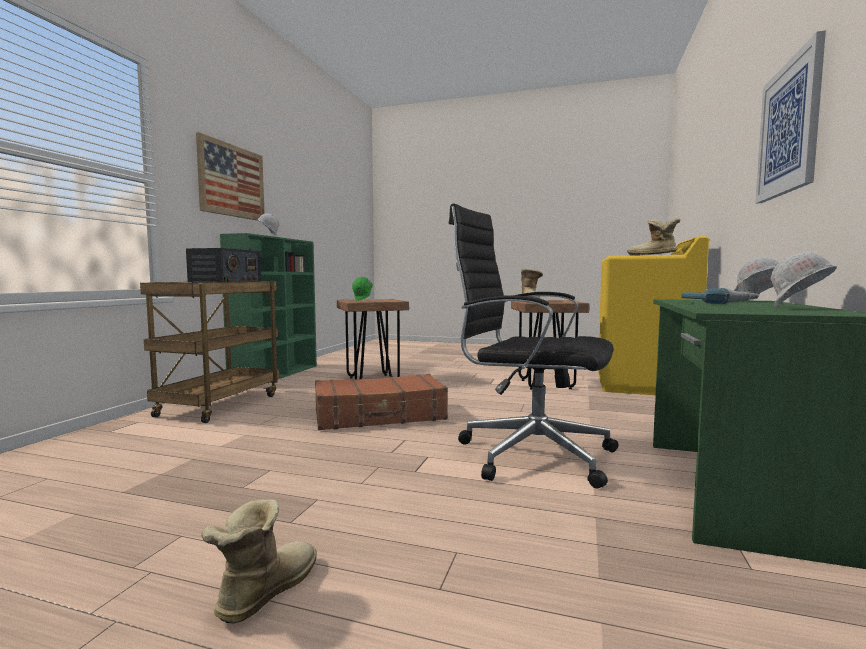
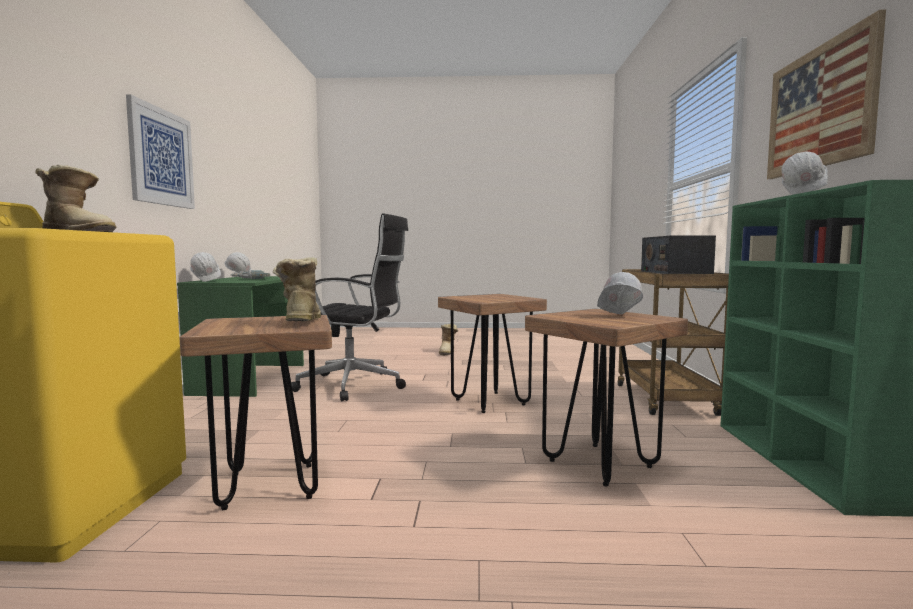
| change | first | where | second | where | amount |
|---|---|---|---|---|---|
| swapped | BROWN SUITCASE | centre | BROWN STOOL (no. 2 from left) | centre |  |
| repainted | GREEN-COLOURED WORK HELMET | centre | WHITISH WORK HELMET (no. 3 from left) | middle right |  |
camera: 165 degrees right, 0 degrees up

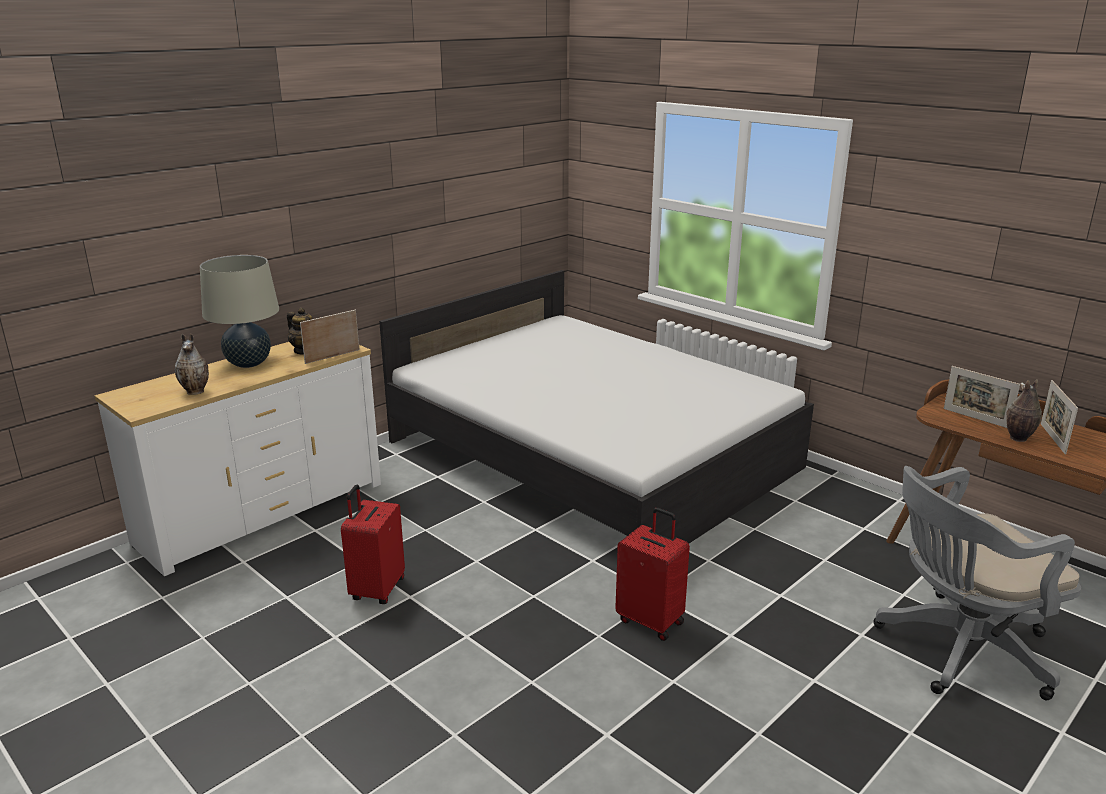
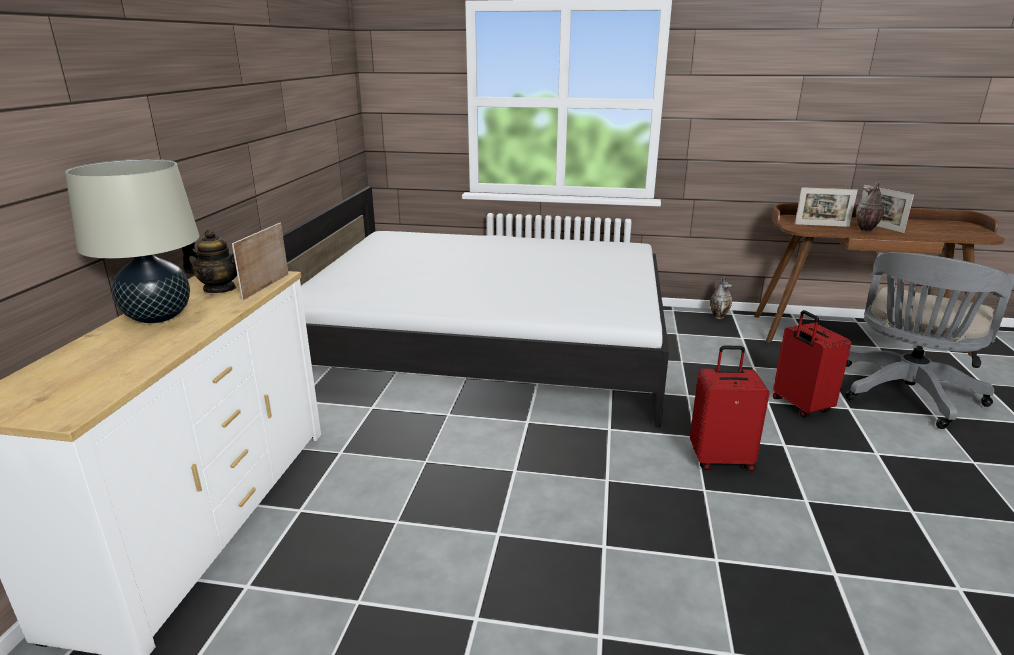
| change | first | where | second | where | amount |
|---|---|---|---|---|---|
| shifted | FLOWER VASE (no. 1 from left) | middle left |  | middle right |  |
| shifted | REDDISH SUITCASE (no. 1 from left in the first image) | bottom centre | REDDISH SUITCASE (no. 2 from left) | middle right |  |
camera: 35 degrees left, 0 degrees up

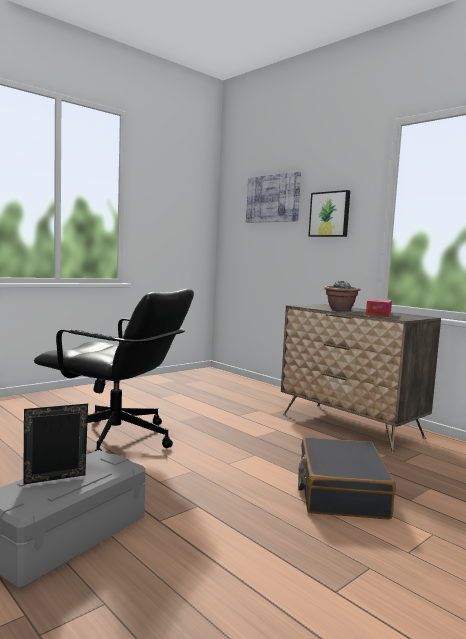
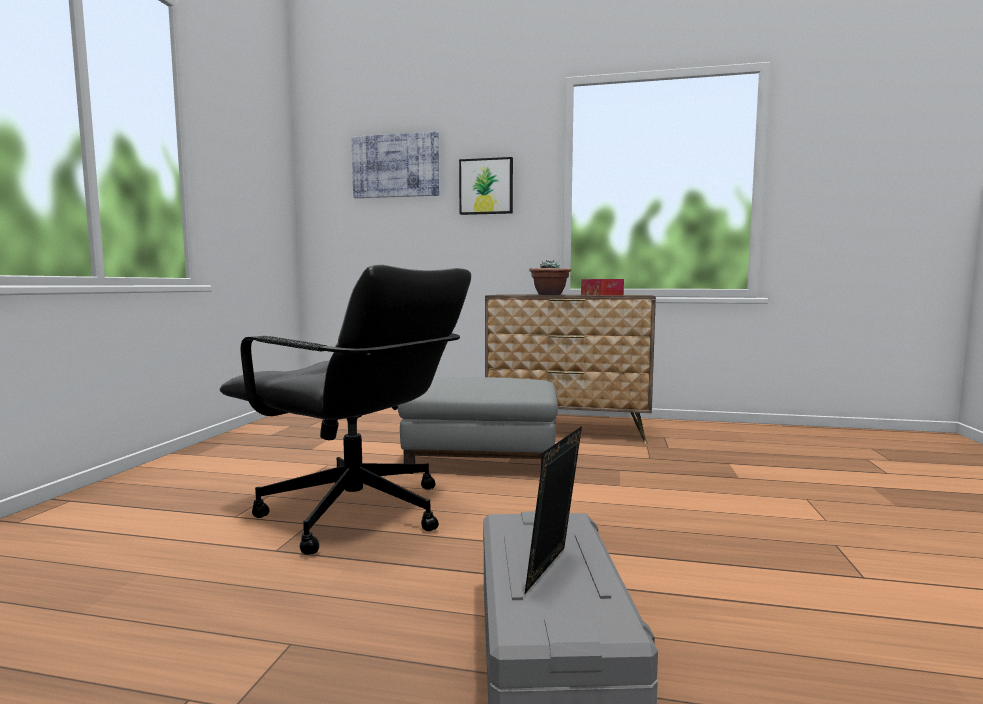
| change | first | where | second | where | amount |
|---|---|---|---|---|---|
| gone | BLACK-COLOURED SUITCASE | bottom right |  |  |  |
| new |  |  | GRAY FOOTREST | centre |  |
| rotated | BLACK-COLOURED DESK CHAIR | middle left |  | centre | 45 degrees clockwise |
camera: 35 degrees left, 0 degrees up

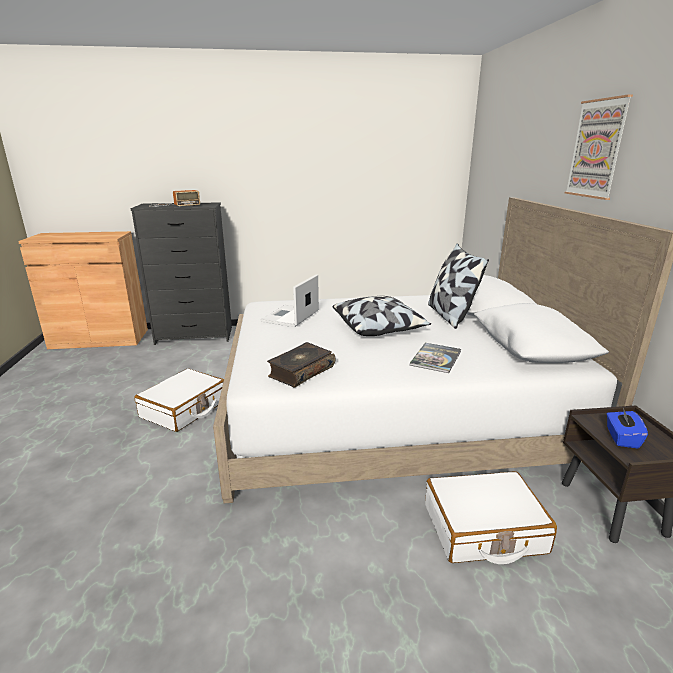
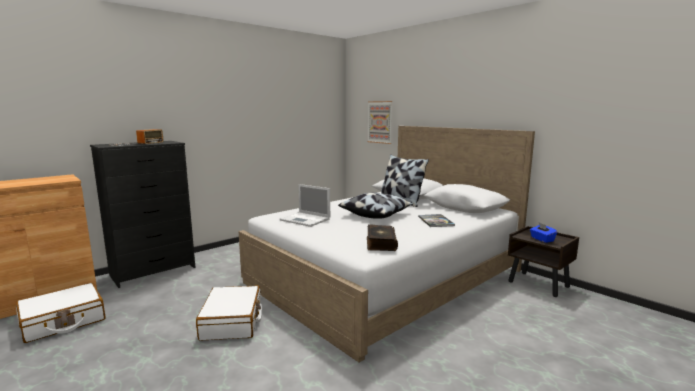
| change | first | where | second | where | amount |
|---|---|---|---|---|---|
| shifted | WHITISH SUITCASE (no. 2 from left in the first image) | bottom right | WHITISH SUITCASE (no. 1 from left) | bottom left |  |
| shifted | WALL ART | top right |  | top centre |  |
| rotated | NOTEBOOK COMPUTER | centre |  | centre | 45 degrees counterclockwise |
camera: 35 degrees left, 10 degrees down

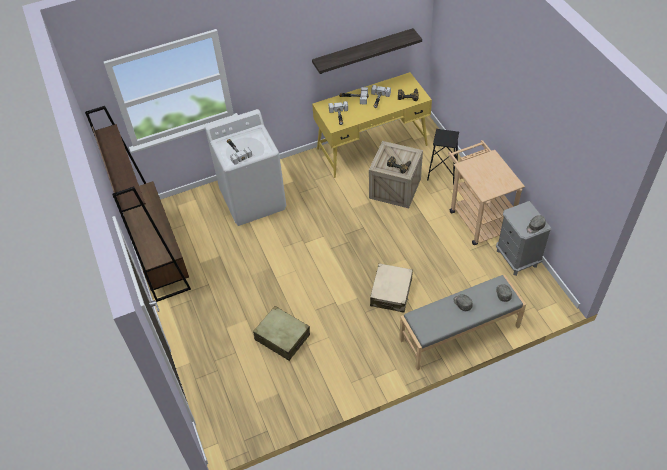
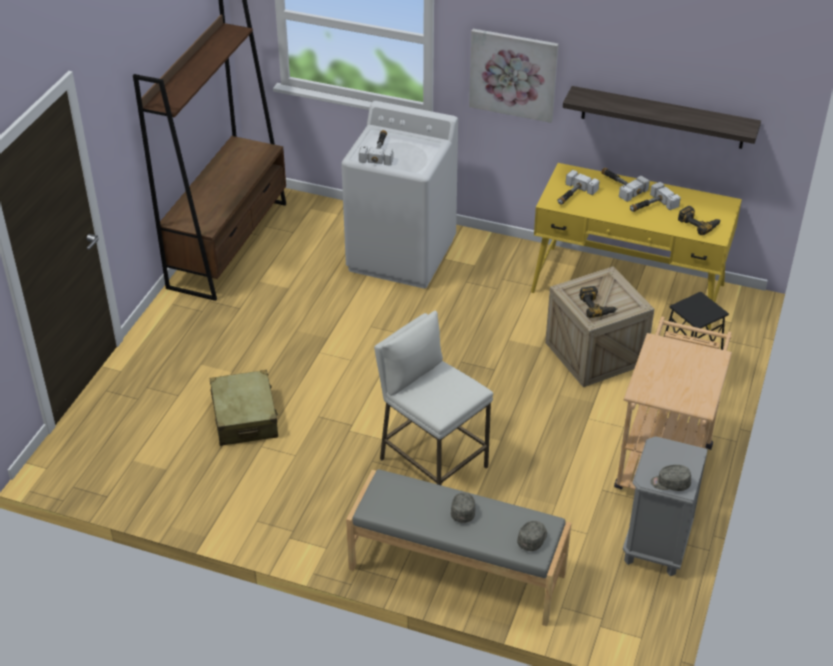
| change | first | where | second | where | amount |
|---|---|---|---|---|---|
| new |  |  | WALL ART | top centre |  |
| swapped | SAND-COLOURED SUITCASE (no. 2 from left) | centre | WHITISH STOOL | centre |  |
camera: 40 degrees right, 10 degrees down

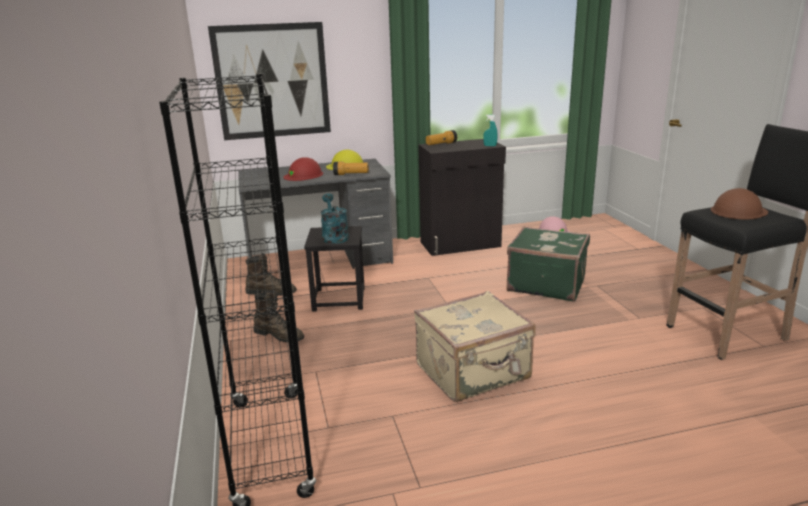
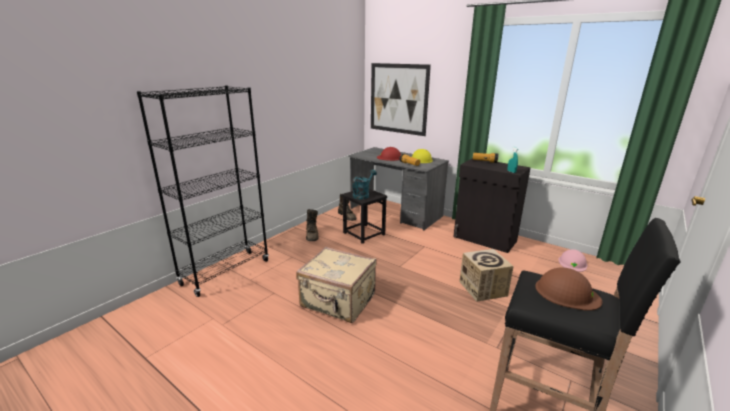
| change | first | where | second | where | amount |
|---|---|---|---|---|---|
| swapped | GREEN-COLOURED SUITCASE | middle right | CARTON | bottom centre |  |
camera: 50 degrees right, 0 degrees up

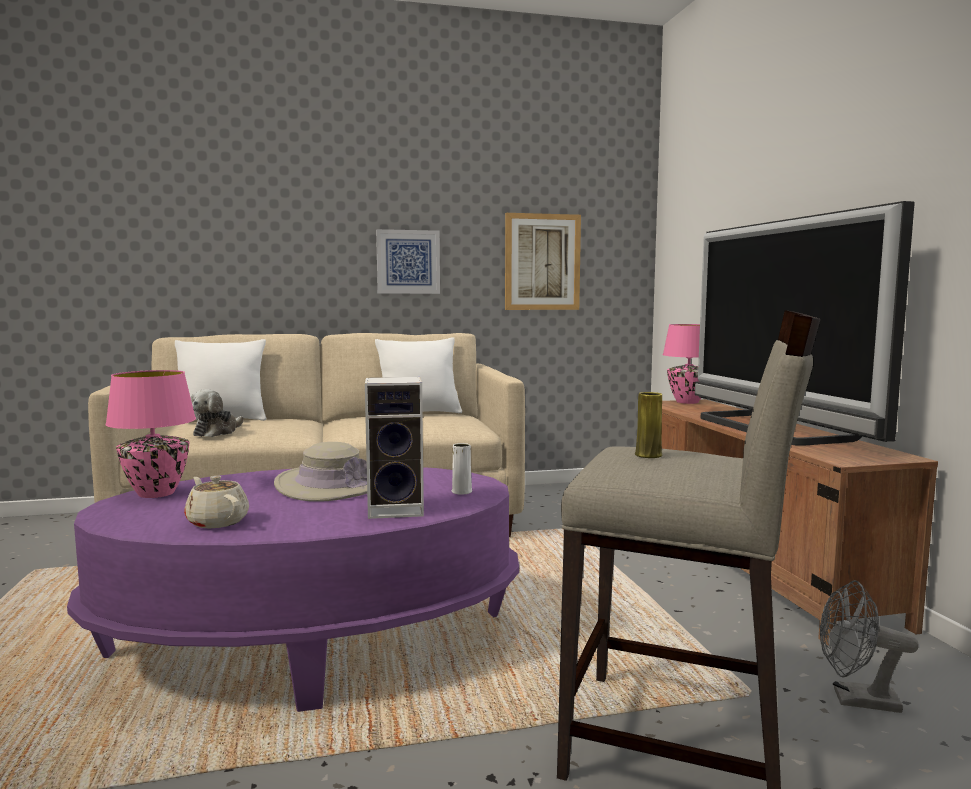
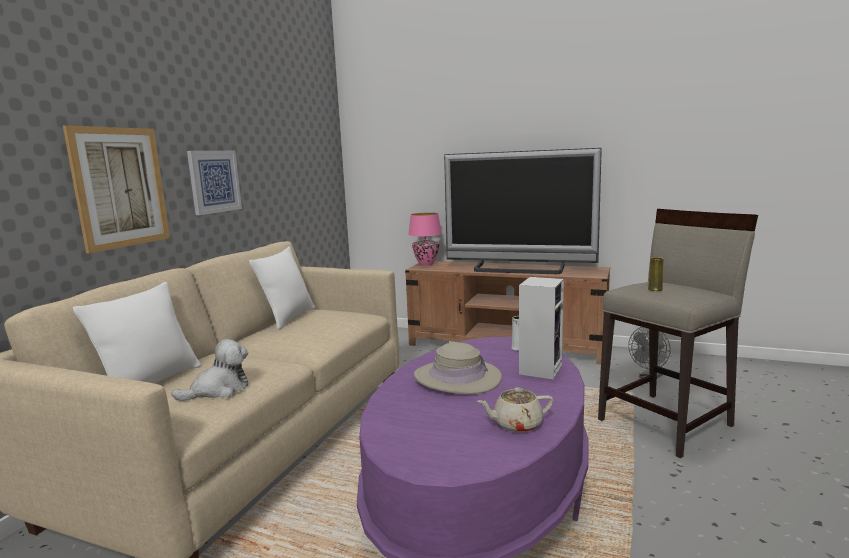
| change | first | where | second | where | amount |
|---|---|---|---|---|---|
| gone | PINK LAMP FOR A TABLE (no. 1 from left) | middle left |  |  |  |
| shifted | WALL ART (no. 2 from left in the first image) | top centre | WALL ART (no. 1 from left) | middle left |  |
| rotated | PLUSH TOY | middle left |  | middle left | 90 degrees counterclockwise |
camera: 55 degrees left, 5 degrees up

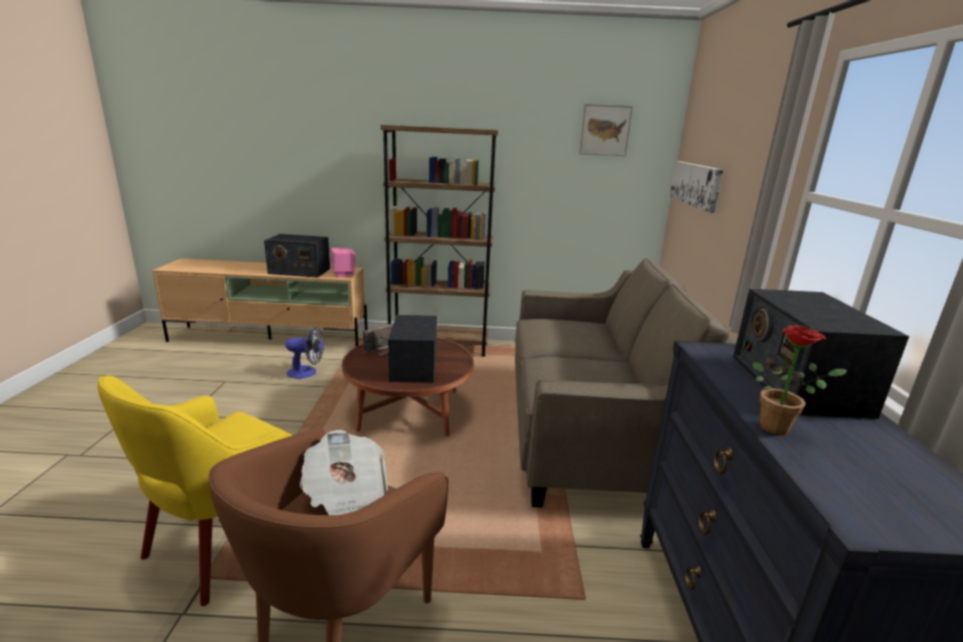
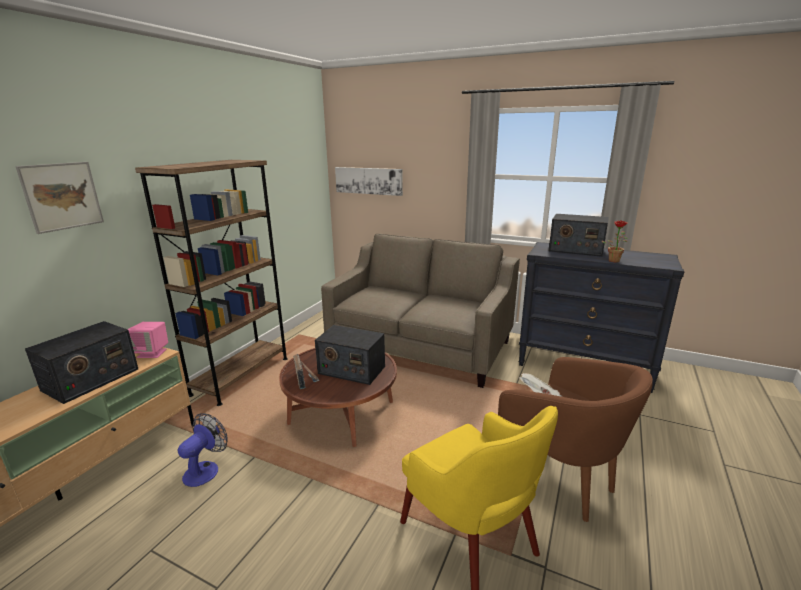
| change | first | where | second | where | amount |
|---|---|---|---|---|---|
| shifted | WALL ART (no. 1 from left) | top centre |  | middle left |  |
camera: 65 degrees left, 0 degrees up

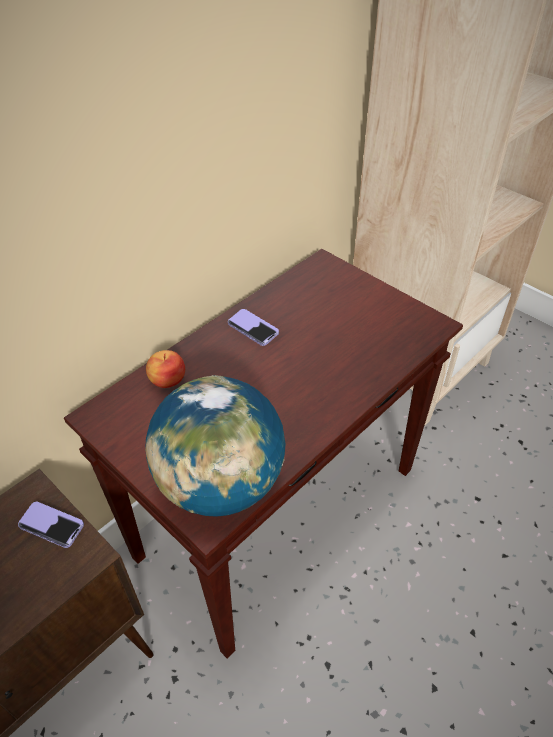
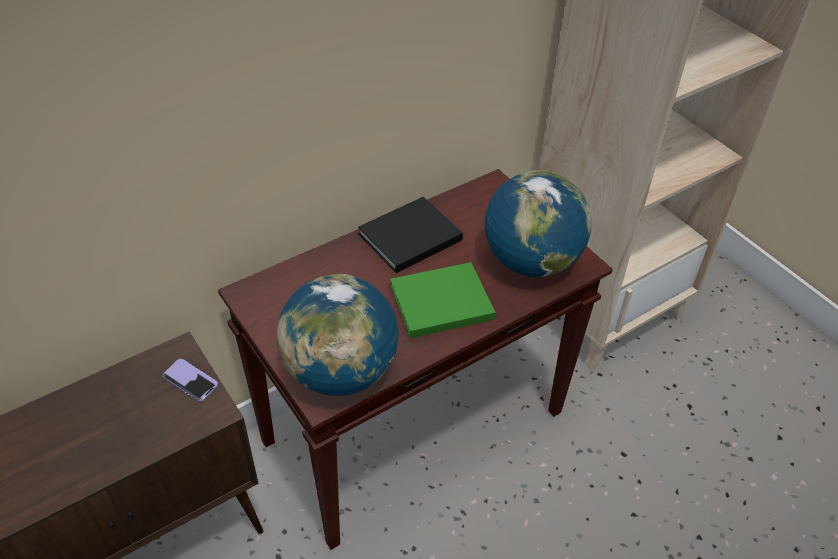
| change | first | where | second | where | amount |
|---|---|---|---|---|---|
| gone | APPLE FRUIT | middle left |  |  |  |
| new |  |  | GREEN-COLOURED BOUND BOOK | centre |  |
| new |  |  | WORLD GLOBE (no. 2 from left) | centre |  |
| swapped | PHONE (no. 2 from left) | centre | BLACK-COLOURED BOUND BOOK | centre |  |
camera: 10 degrees right, 0 degrees up

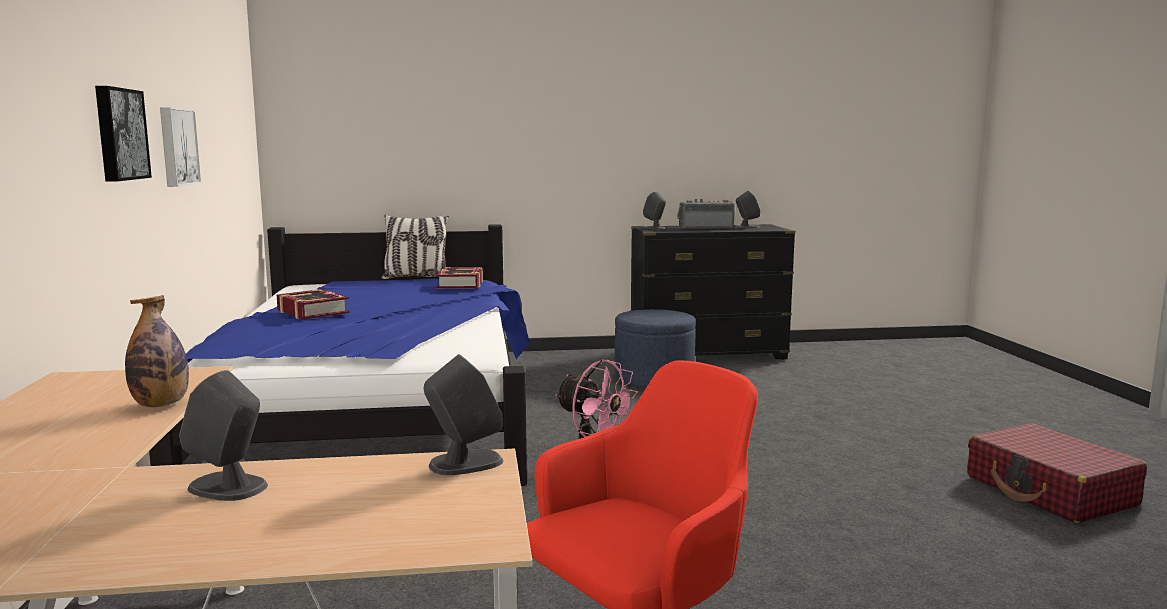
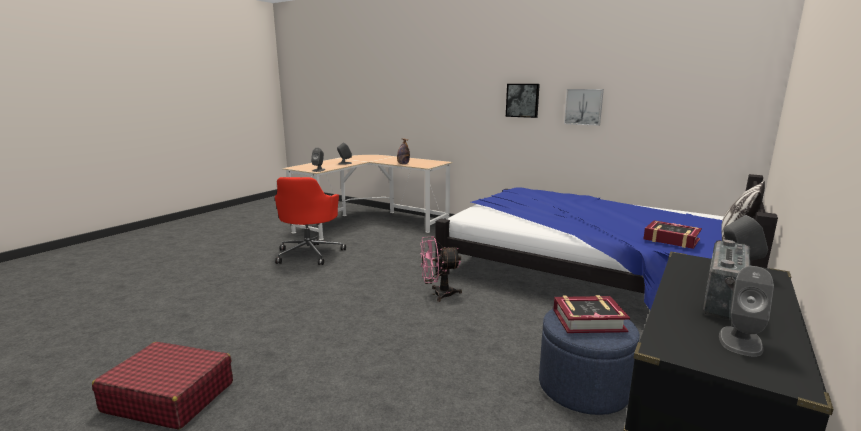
| change | first | where | second | where | amount |
|---|---|---|---|---|---|
| shifted | BOUND BOOK (no. 1 from left) | middle left |  | bottom right |  |
camera: 130 degrees right, 5 degrees up

